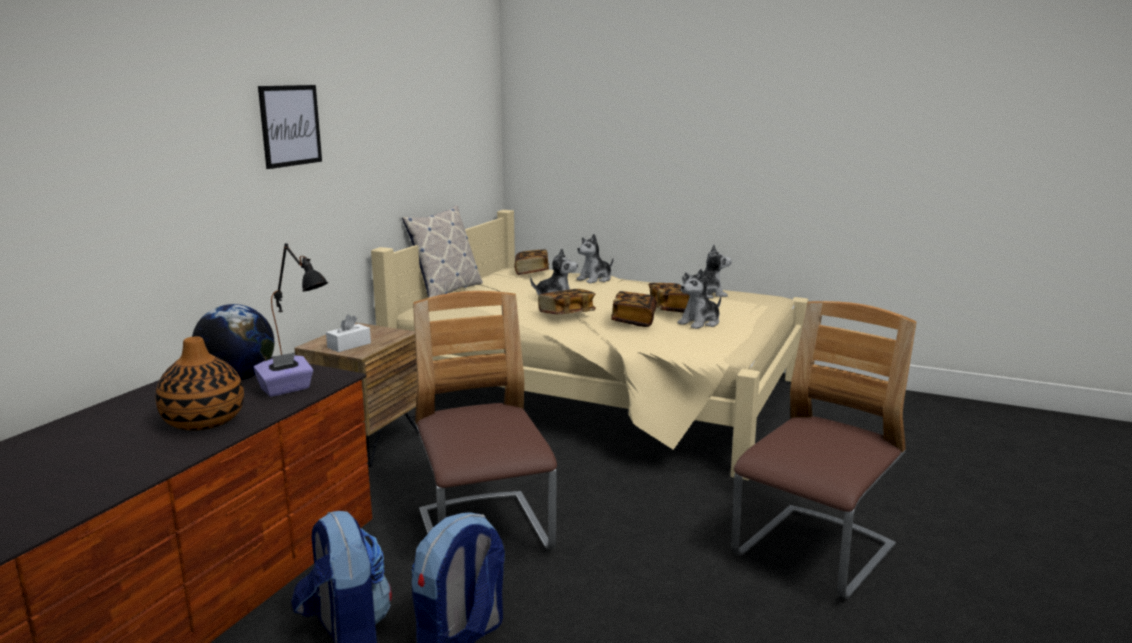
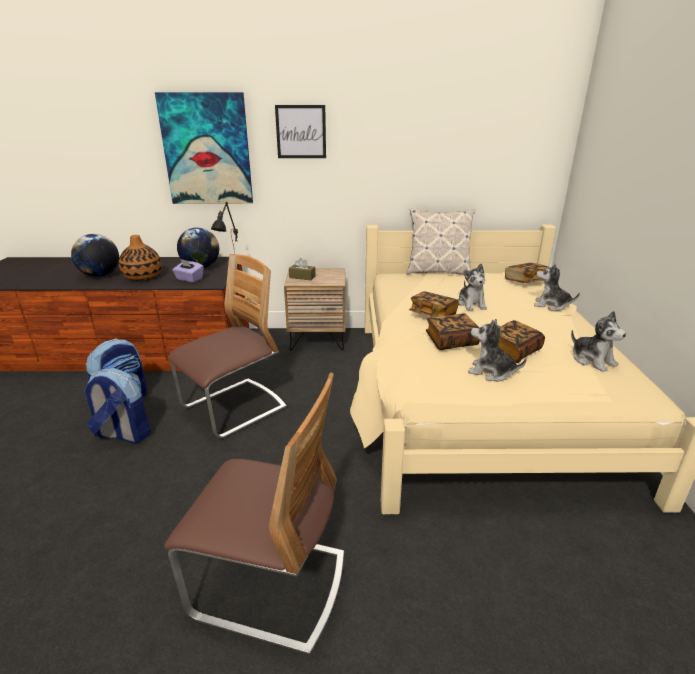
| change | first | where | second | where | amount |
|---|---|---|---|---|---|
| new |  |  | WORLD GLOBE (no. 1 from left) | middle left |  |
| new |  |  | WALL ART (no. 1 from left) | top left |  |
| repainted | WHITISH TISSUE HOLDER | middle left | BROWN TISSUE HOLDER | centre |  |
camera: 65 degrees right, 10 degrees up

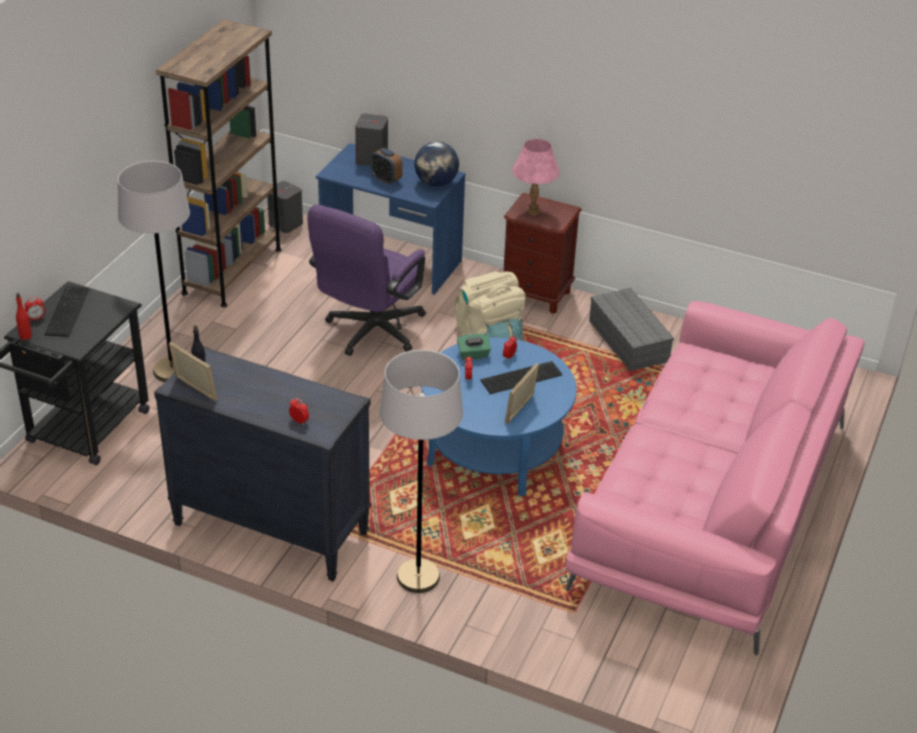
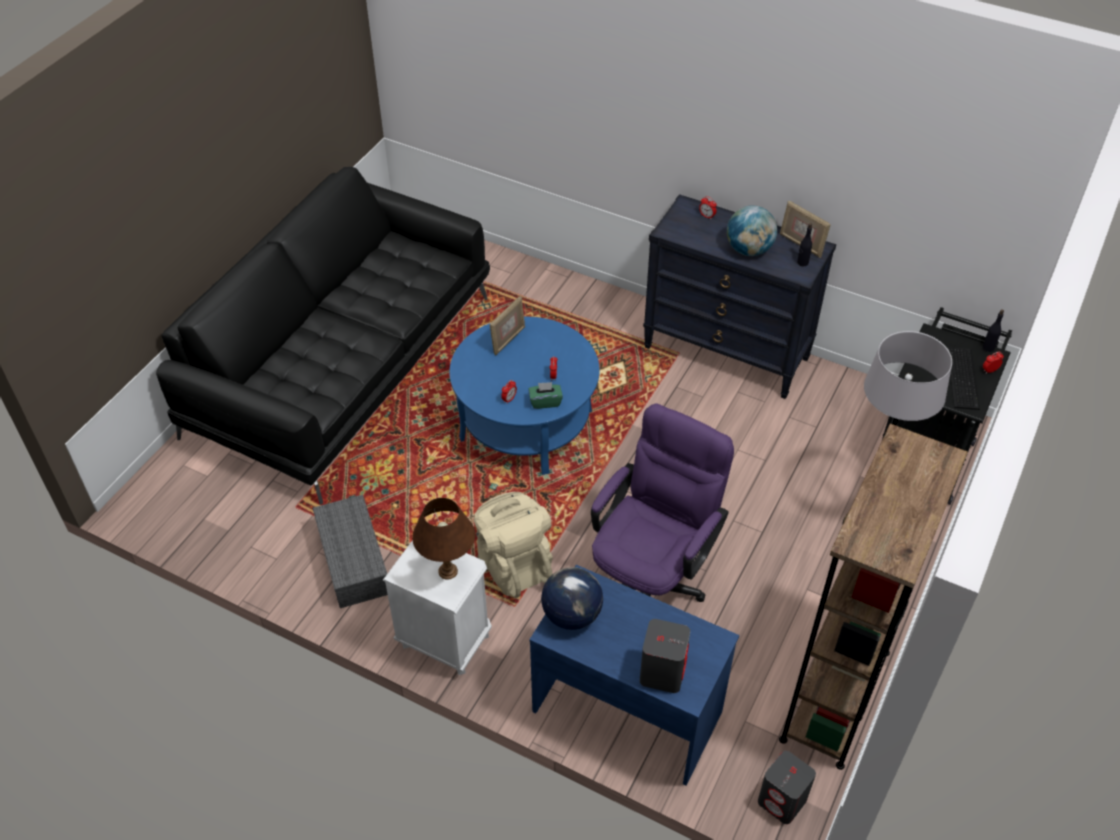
| change | first | where | second | where | amount |
|---|---|---|---|---|---|
| gone | BEDSIDE CLOCK (no. 3 from left) | top centre |  |  |  |
| gone | GRAY STANDARD LAMP (no. 2 from left) | centre |  |  |  |
| gone | KEYBOARD (no. 2 from left) | centre |  |  |  |
| new |  |  | WORLD GLOBE (no. 2 from left) | top right |  |
| repainted | REDDISH BOTTLE | middle left | BLACK-COLOURED BOTTLE (no. 2 from left) | middle right |  |
| repainted | BROWN BEDSIDE TABLE | centre | WHITISH BEDSIDE TABLE | bottom centre |  |
| repainted | PINK LAMP FOR A TABLE | top centre | BROWN LAMP FOR A TABLE | centre |  |
| repainted | PINK SOFA | middle right | BLACK-COLOURED SOFA | middle left |  |
camera: 175 degrees left, 10 degrees up

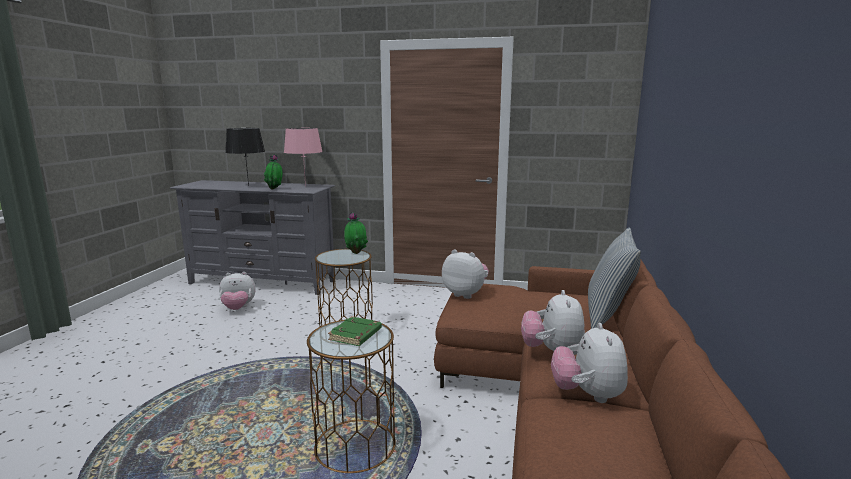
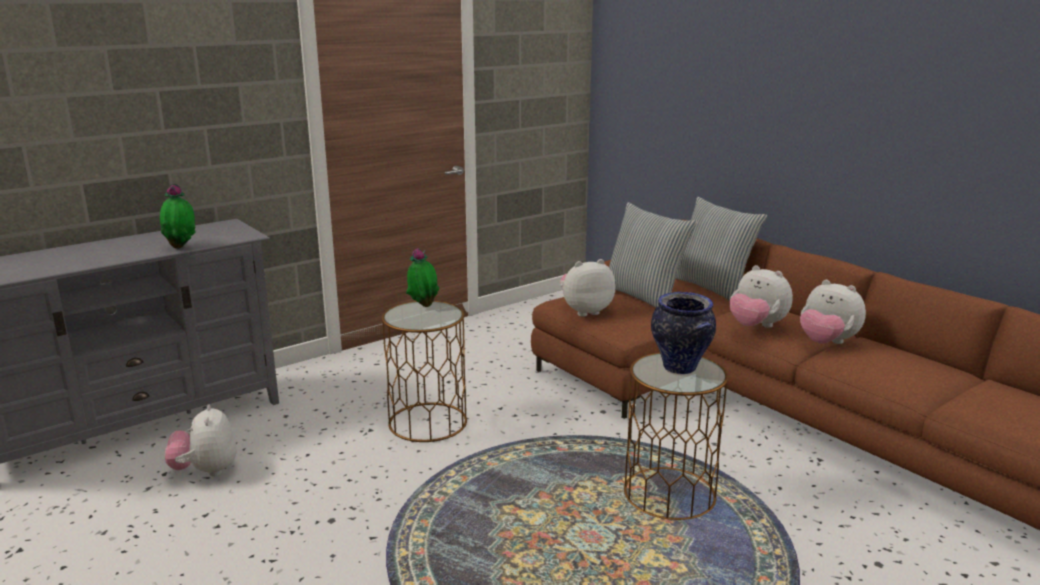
| change | first | where | second | where | amount |
|---|---|---|---|---|---|
| gone | BLACK-COLOURED LAMP FOR A TABLE | top left |  |  |  |
| gone | PINK LAMP FOR A TABLE | top centre |  |  |  |
| new |  |  | CUSHION (no. 1 from left) | centre |  |
| swapped | GREEN-COLOURED BOUND BOOK | bottom centre | FLOWER VASE | centre |  |
| rotated | PLUSH TOY (no. 1 from left) | middle left |  | bottom left | 135 degrees clockwise |
camera: 50 degrees left, 5 degrees up

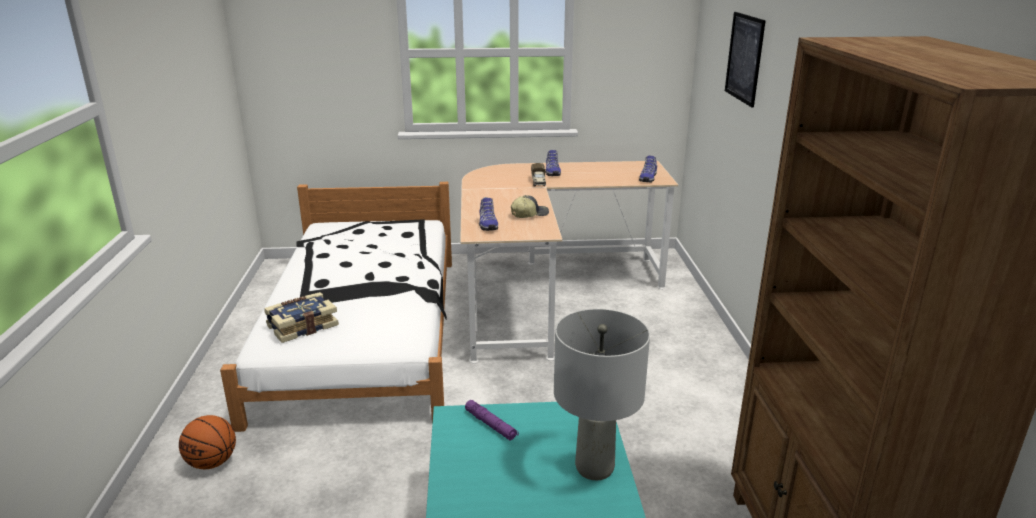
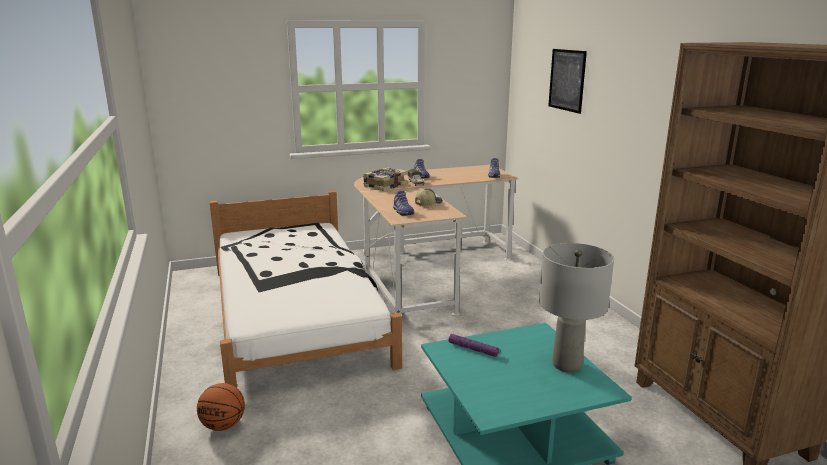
| change | first | where | second | where | amount |
|---|---|---|---|---|---|
| shifted | BOUND BOOK | middle left |  | centre |  |
camera: 15 degrees left, 5 degrees down

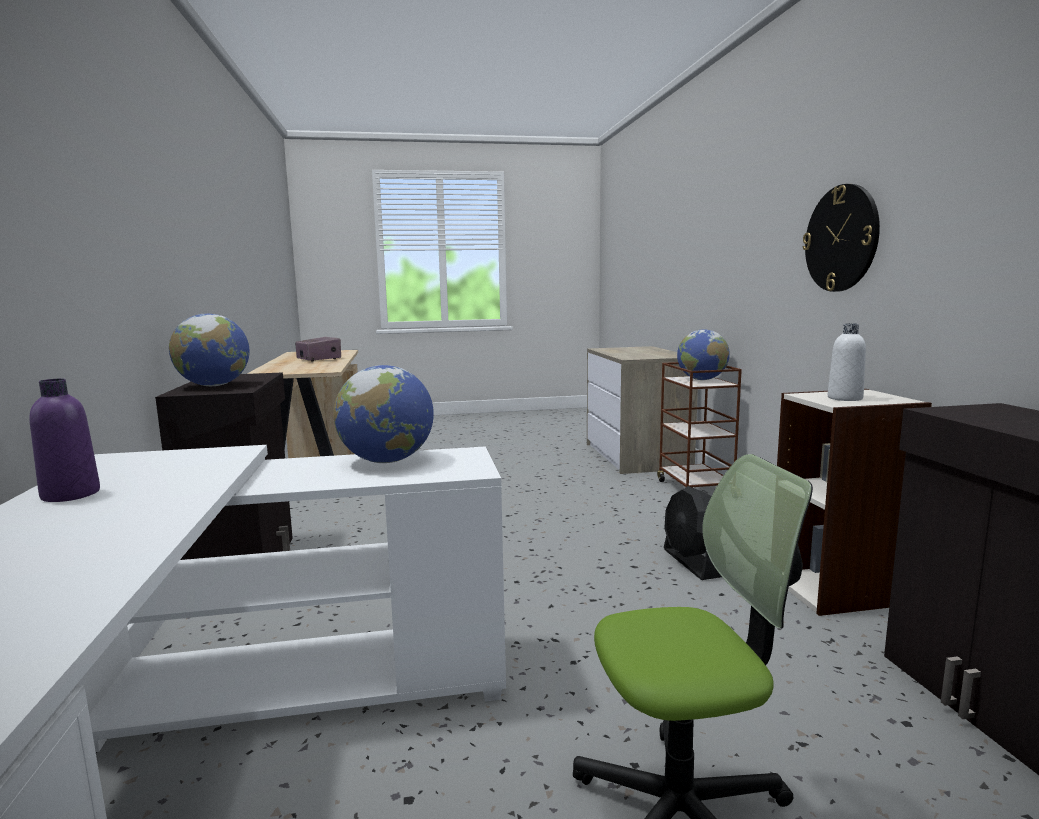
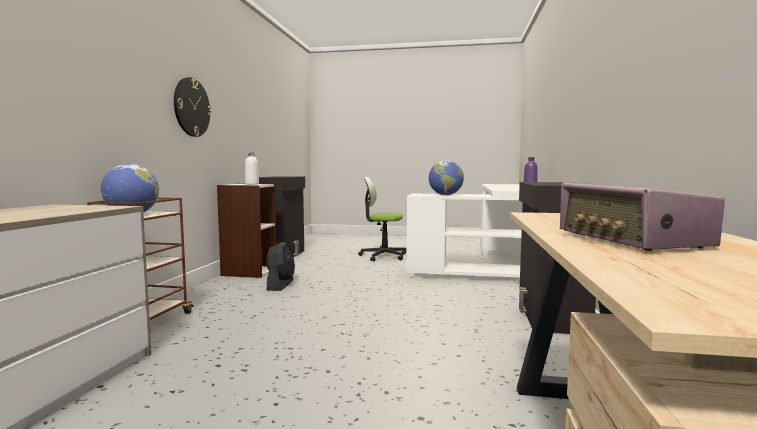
| change | first | where | second | where | amount |
|---|---|---|---|---|---|
| gone | WORLD GLOBE (no. 1 from left) | middle left |  |  |  |
camera: 160 degrees left, 5 degrees down

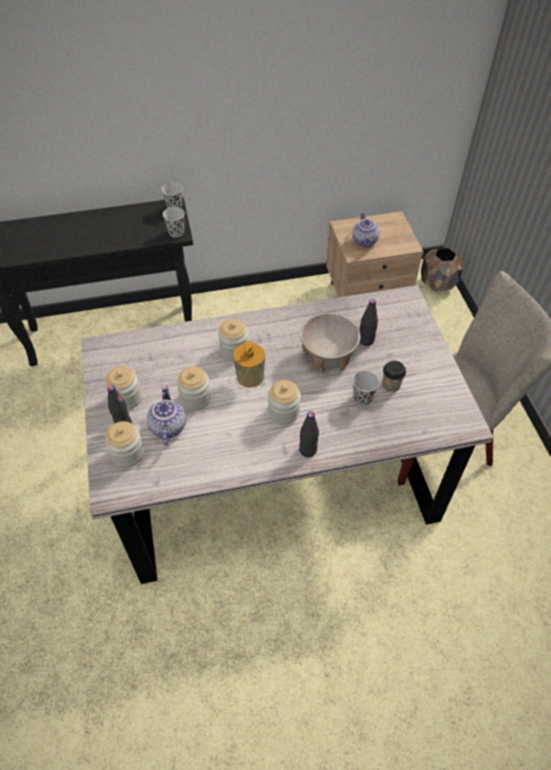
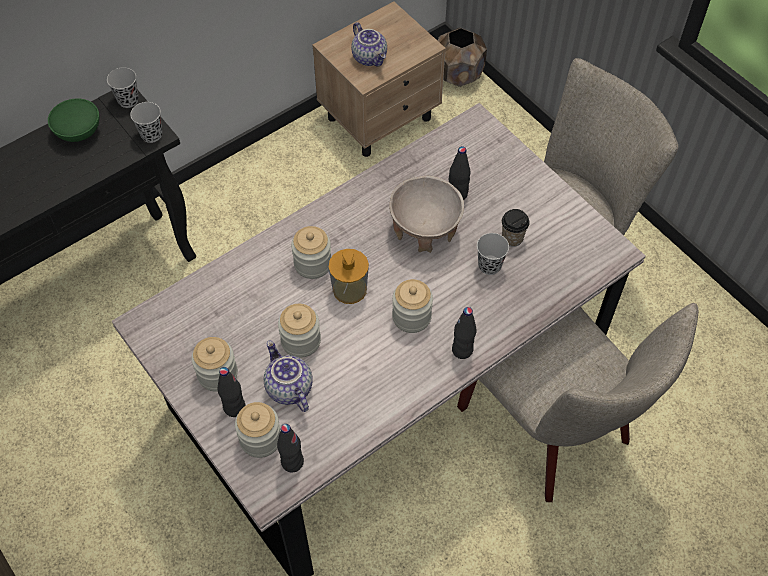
| change | first | where | second | where | amount |
|---|---|---|---|---|---|
| new |  |  | GREEN-COLOURED BOWL | top left |  |
| new |  |  | BLACK-COLOURED BOTTLE (no. 2 from left) | bottom centre |  |
| new |  |  | SAND-COLOURED PLAIN CHAIR (no. 1 from left) | bottom right |  |
camera: 25 degrees left, 5 degrees up

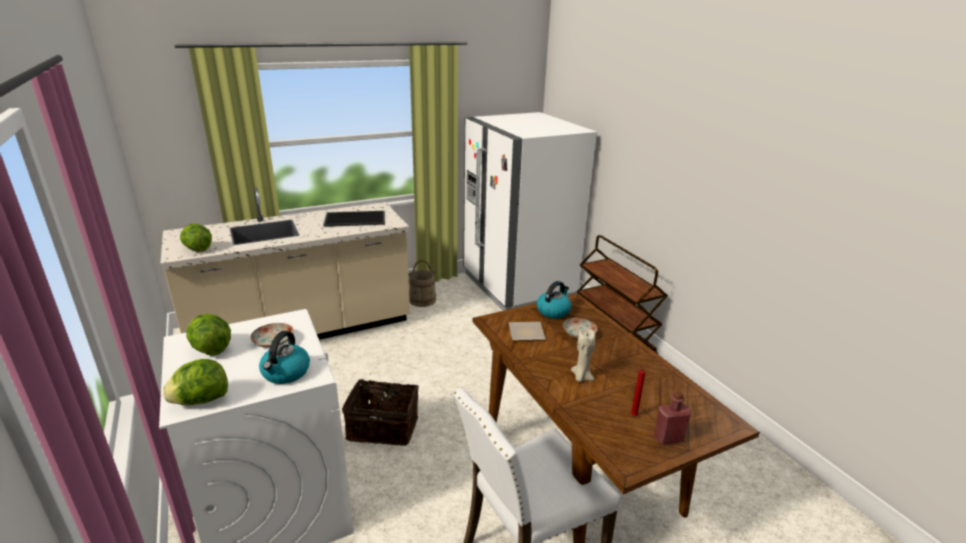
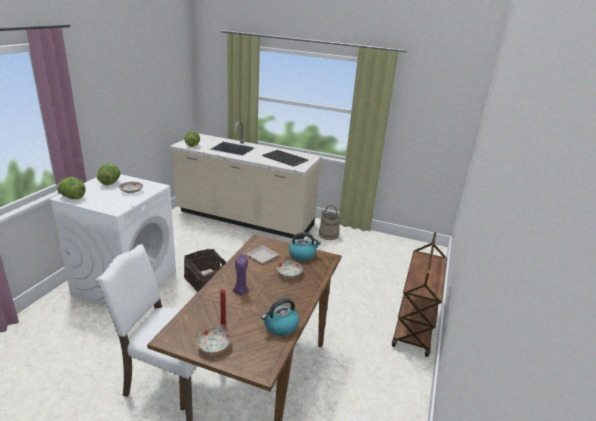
| change | first | where | second | where | amount |
|---|---|---|---|---|---|
| gone | WHITISH FRIDGE | centre |  |  |  |
| shifted | KETTLE (no. 1 from left) | middle left |  | bottom centre |  |
| swapped | REDDISH BOTTLE | bottom right | PLATE (no. 2 from left) | bottom centre |  |
| repainted | SAND-COLOURED WAX CANDLE | centre | PURPLE WAX CANDLE | centre |  |
camera: 45 degrees right, 0 degrees up

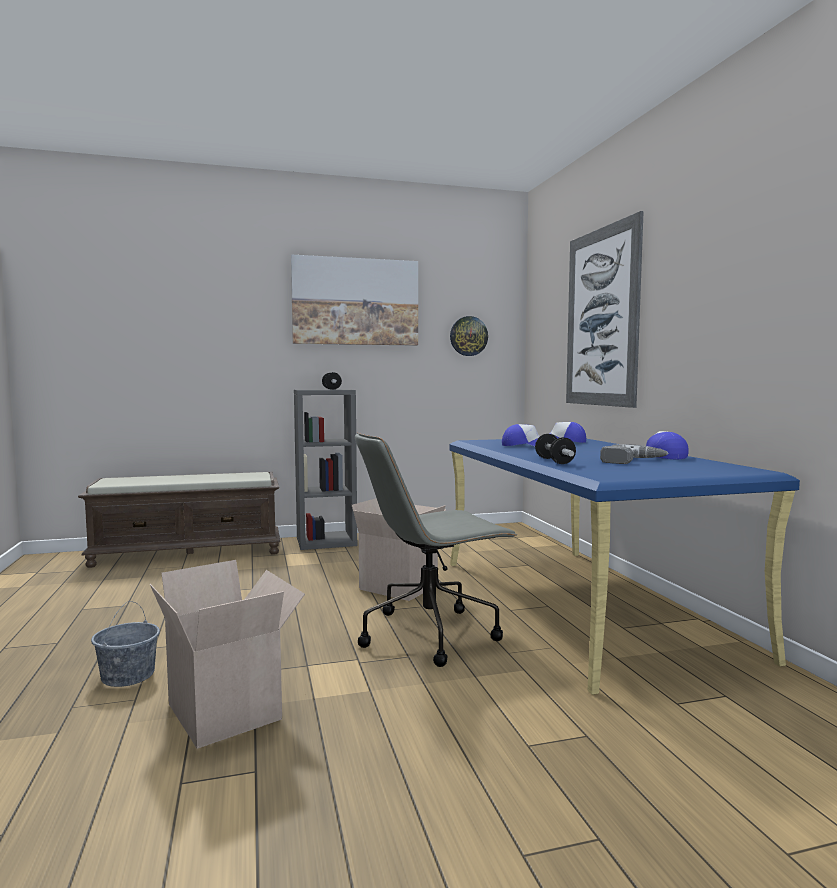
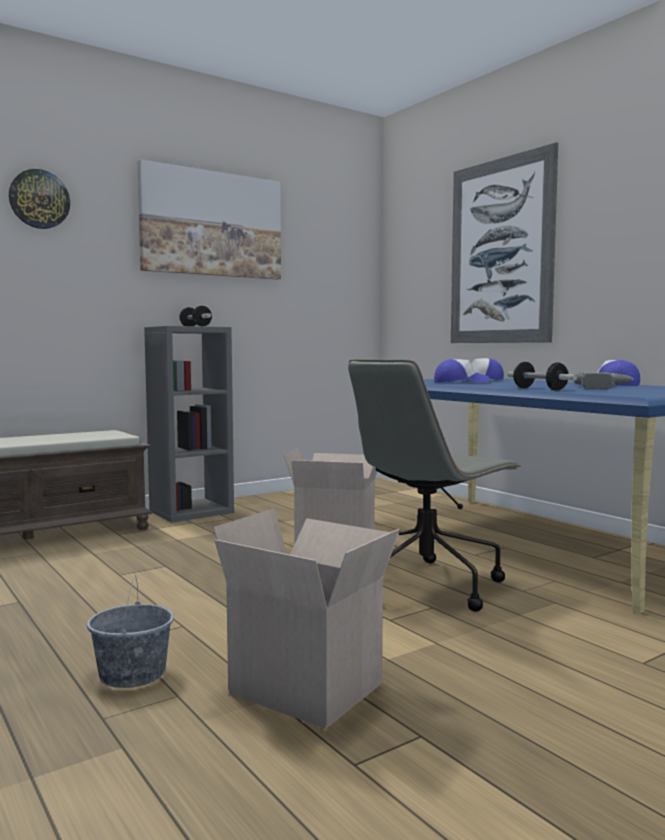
| change | first | where | second | where | amount |
|---|---|---|---|---|---|
| shifted | CLOCK ON THE WALL | centre |  | top left |  |
camera: 20 degrees left, 0 degrees up

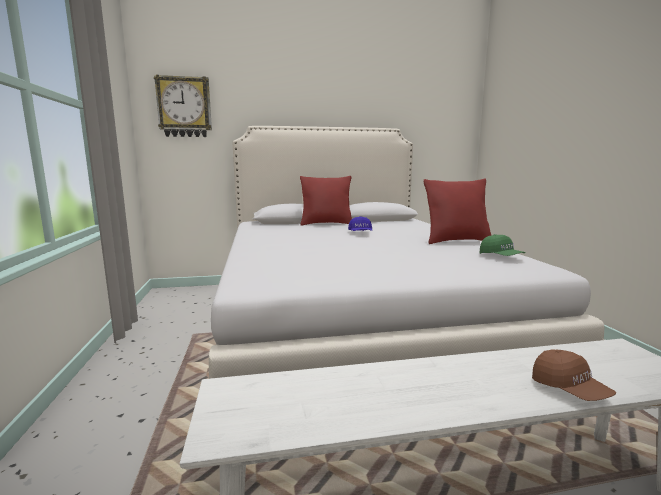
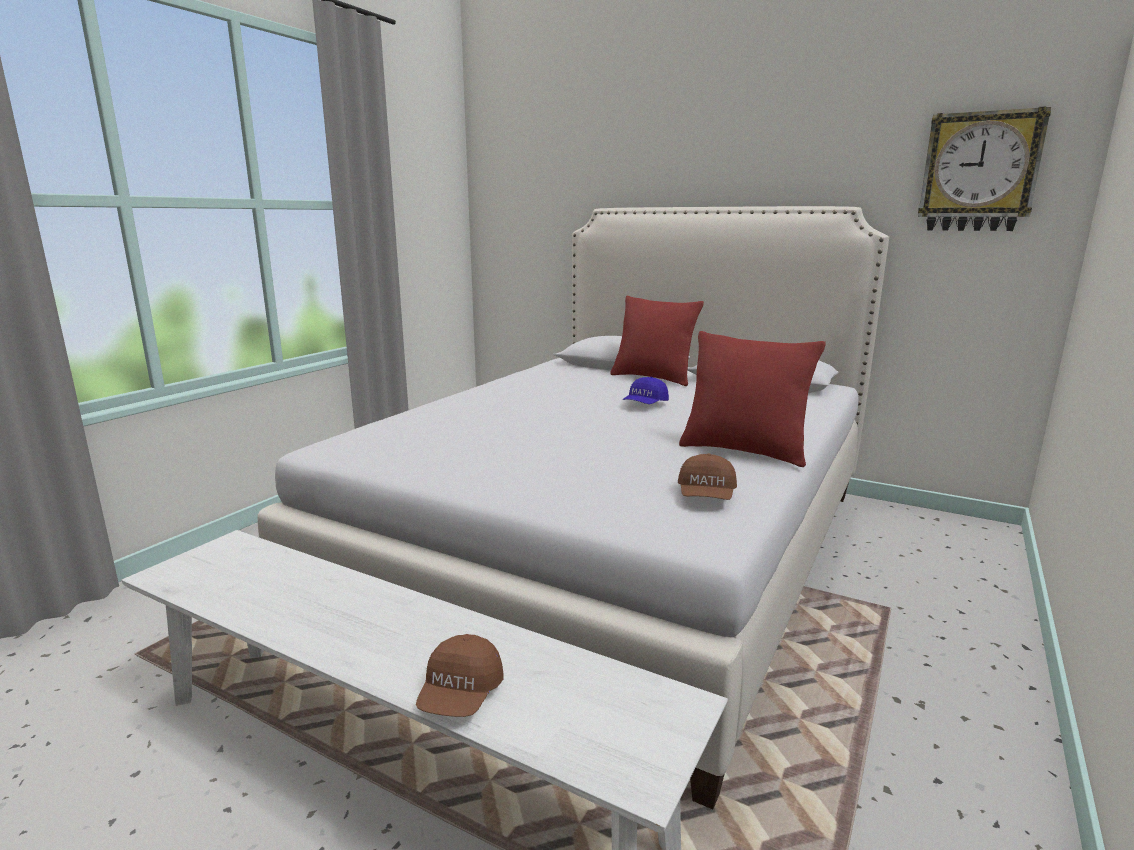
| change | first | where | second | where | amount |
|---|---|---|---|---|---|
| shifted | CLOCK ON THE WALL | top left |  | top right |  |
| repainted | GREEN-COLOURED BASEBALL CAP | middle right | BROWN BASEBALL CAP (no. 2 from left) | centre |  |
camera: 40 degrees right, 5 degrees up

